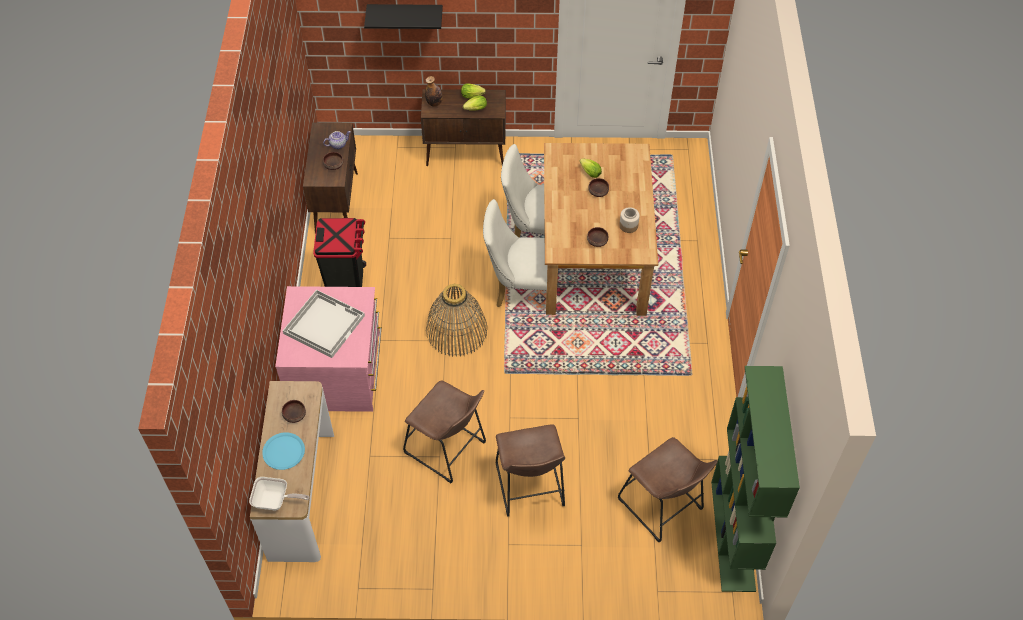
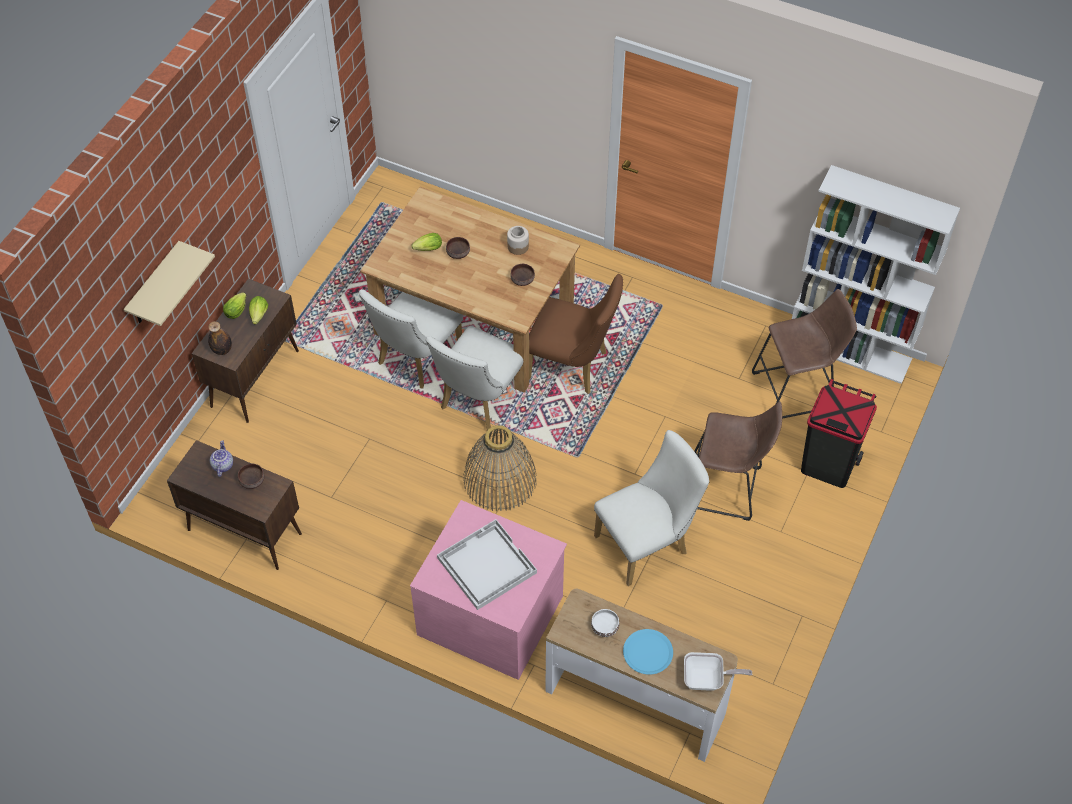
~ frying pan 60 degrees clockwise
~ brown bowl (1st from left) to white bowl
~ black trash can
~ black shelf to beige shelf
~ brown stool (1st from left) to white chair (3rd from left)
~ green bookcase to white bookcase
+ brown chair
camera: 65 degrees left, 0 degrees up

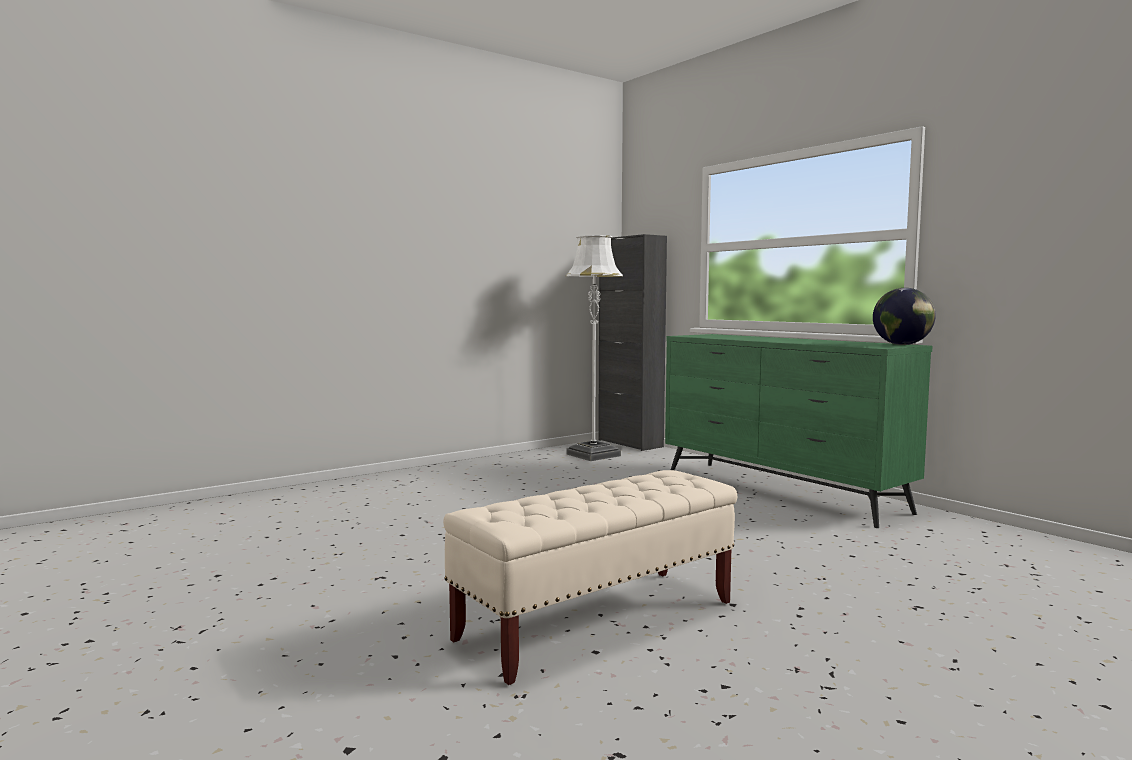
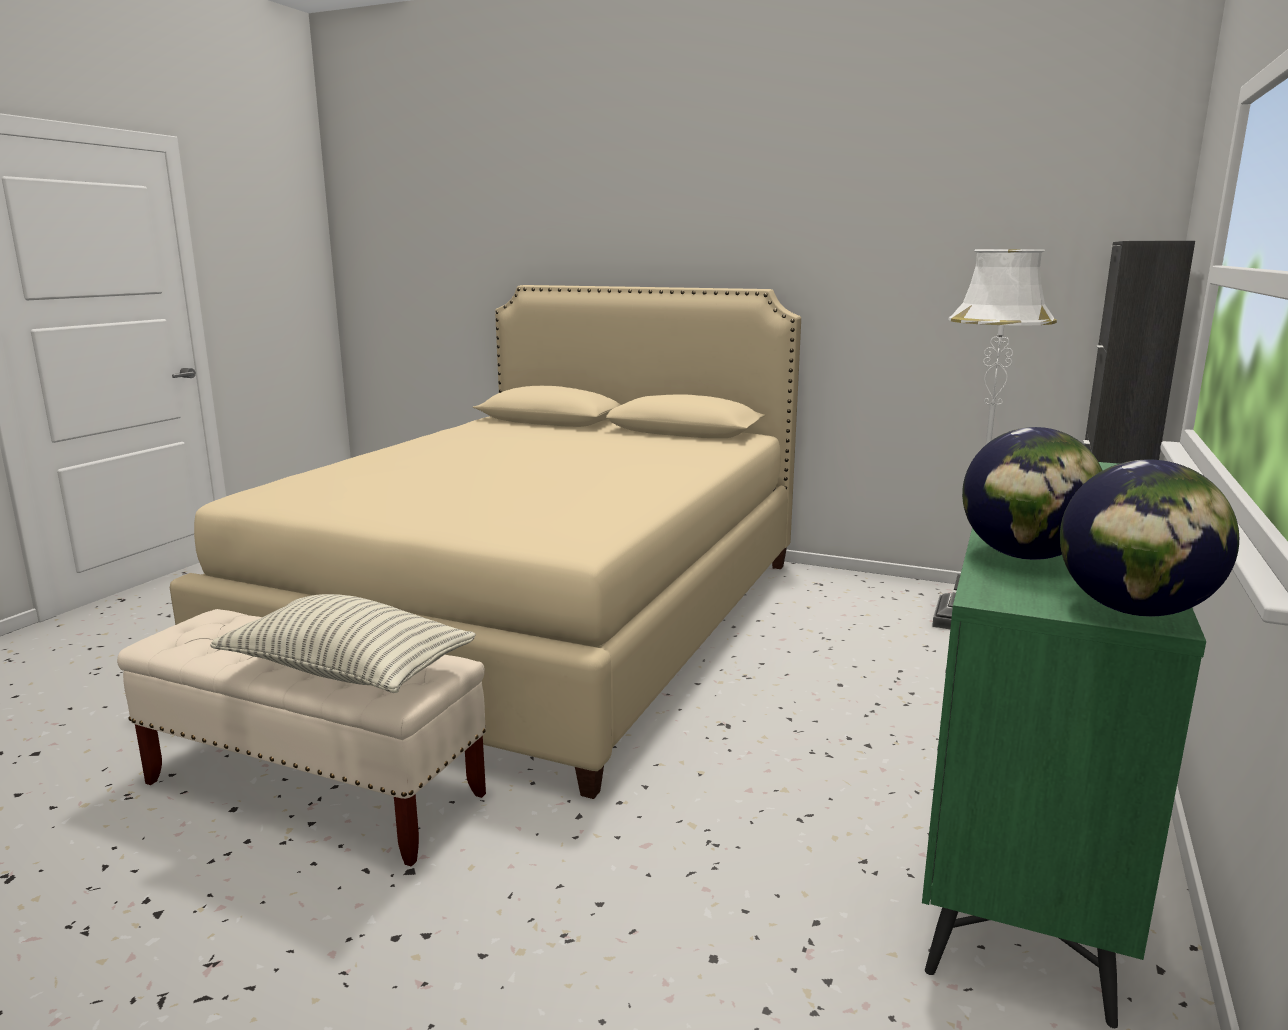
+ beige bed
+ pillow
+ globe (1st from left)
camera: 60 degrees right, 10 degrees up

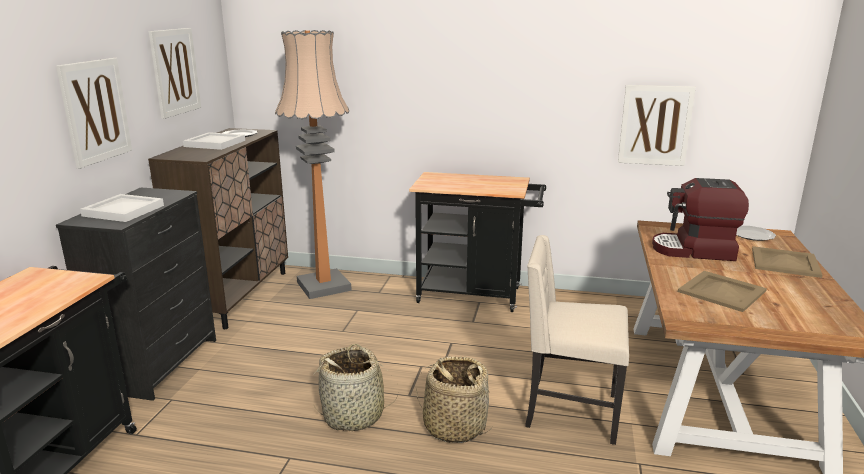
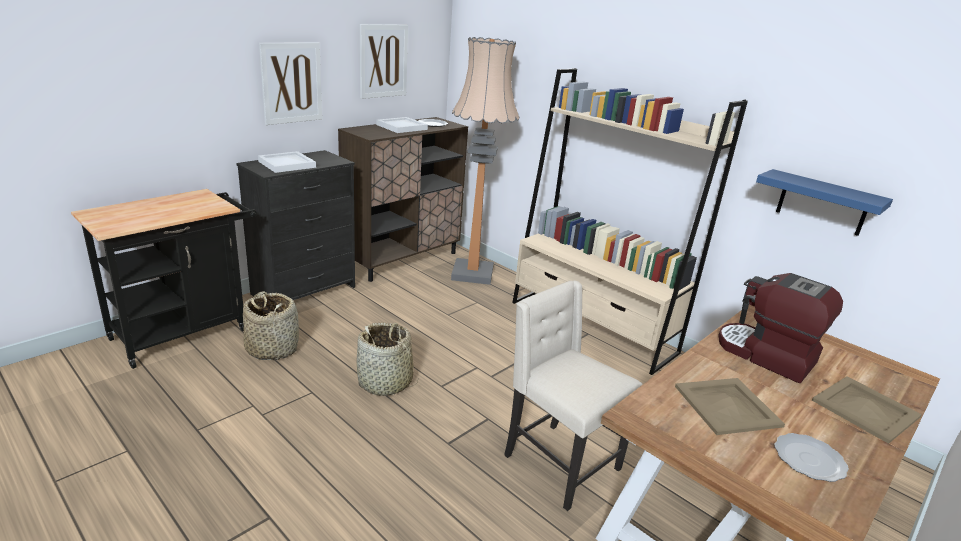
~ black cart (2nd from left) to beige bookcase
~ basket (2nd from left in the first image) to basket (1st from left)
~ picture (3rd from left) to blue shelf
~ plate (2nd from left)
camera: 30 degrees right, 5 degrees up

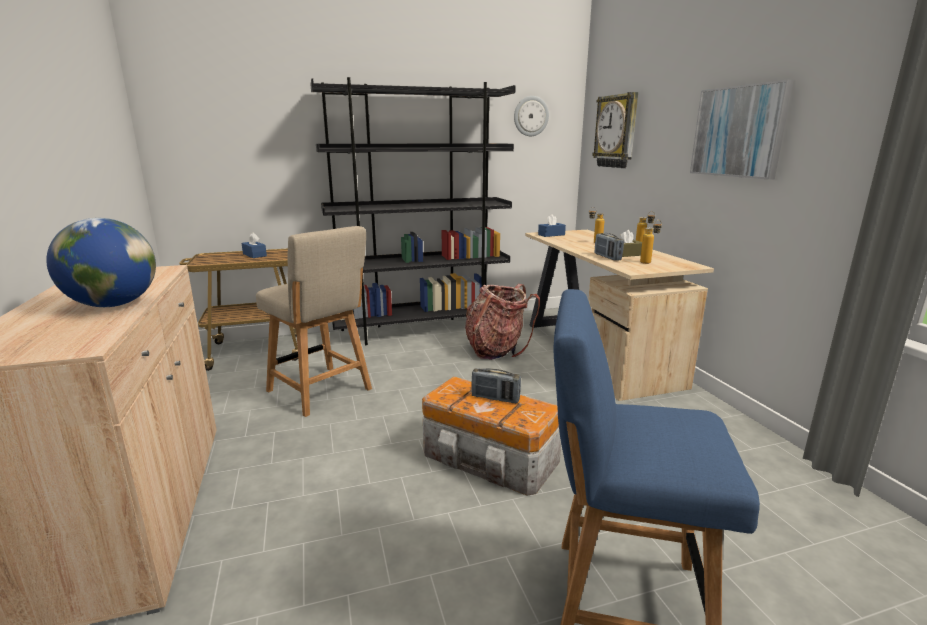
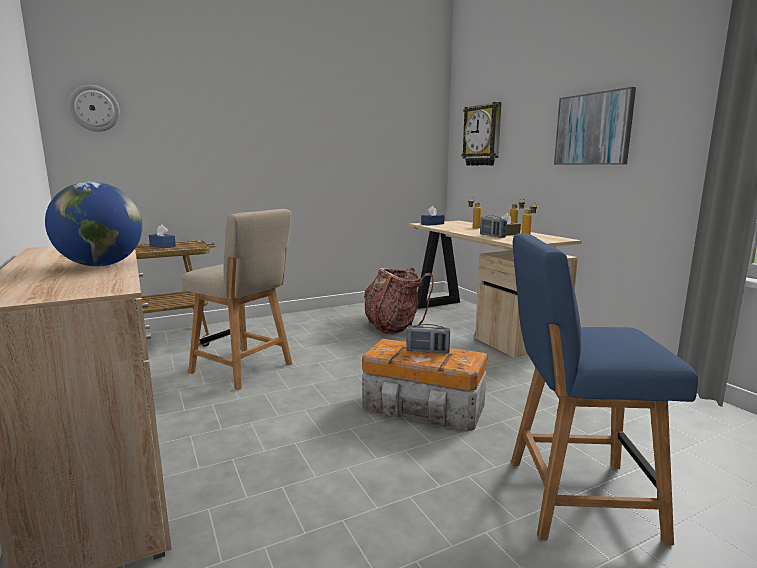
- black bookcase
~ wall clock (1st from left)
camera: 10 degrees left, 5 degrees down

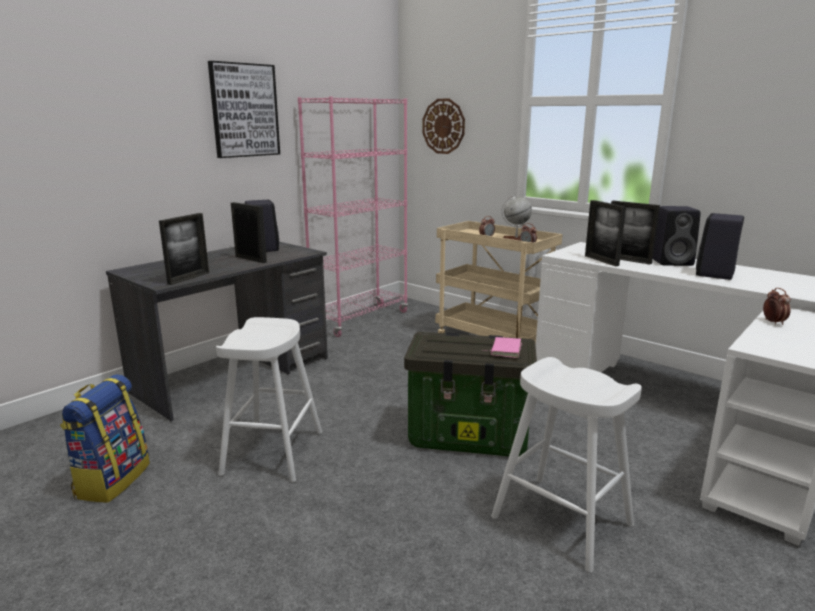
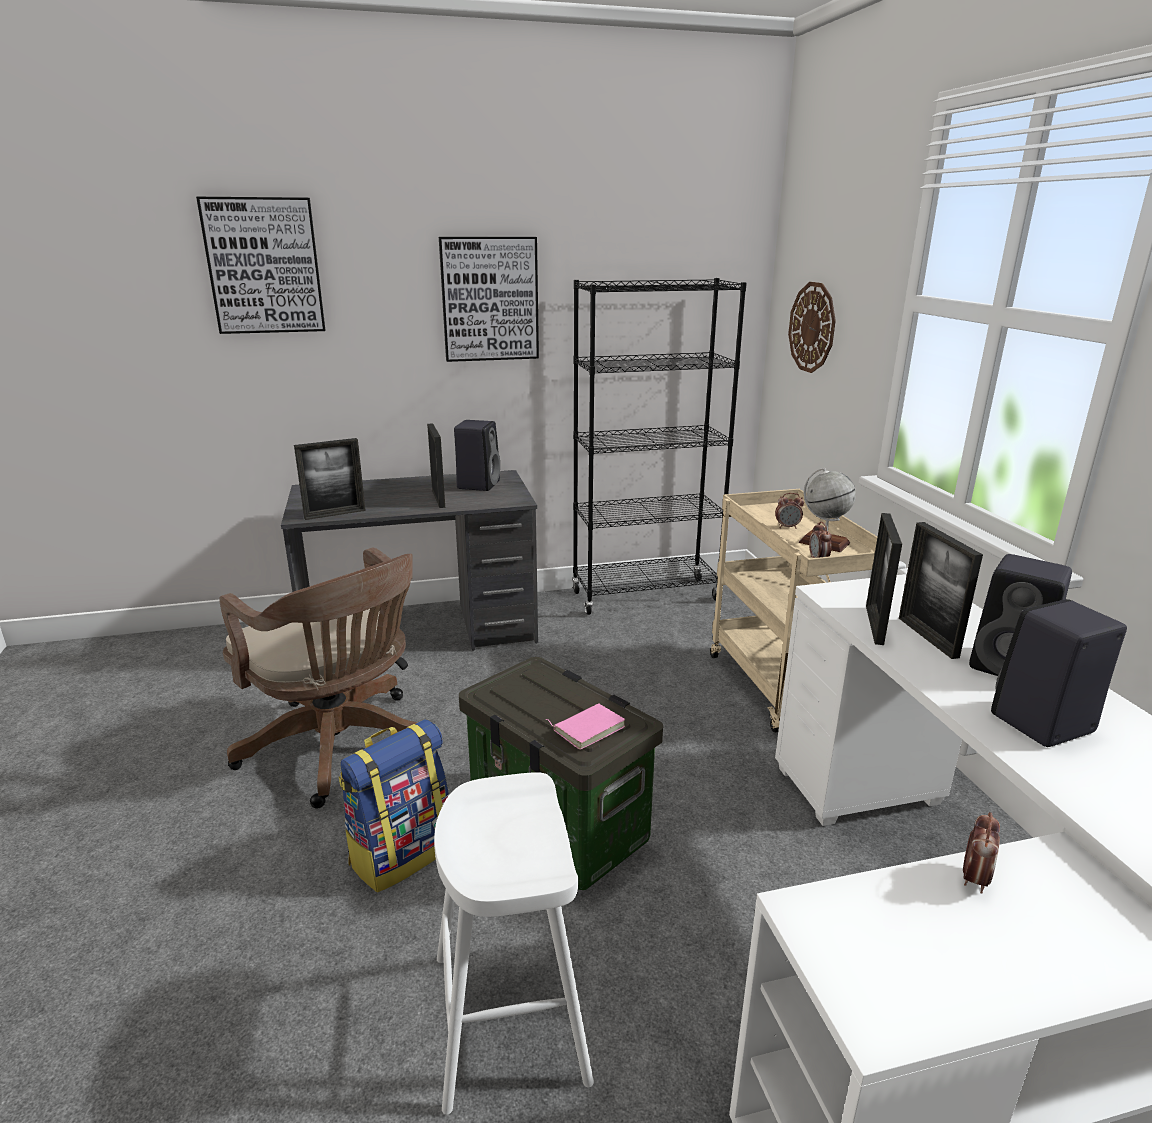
~ backpack
~ white stool (1st from left) to brown office chair
~ pink bookcase to black bookcase
+ picture (1st from left)
camera: 35 degrees right, 5 degrees up

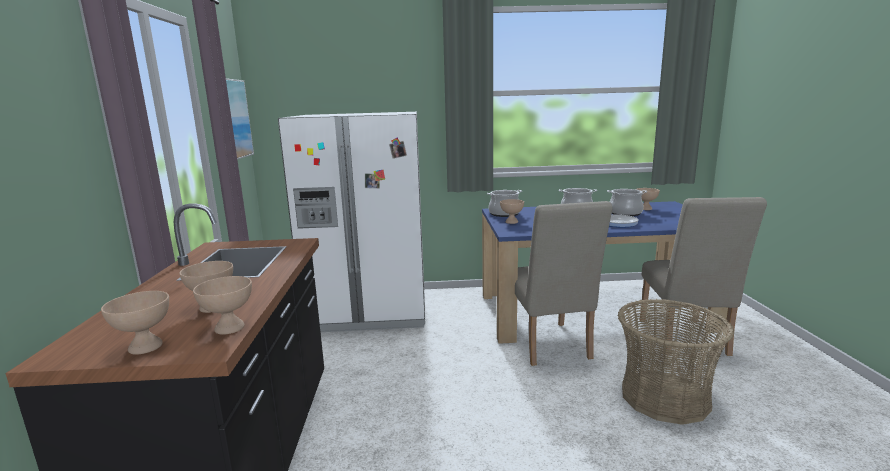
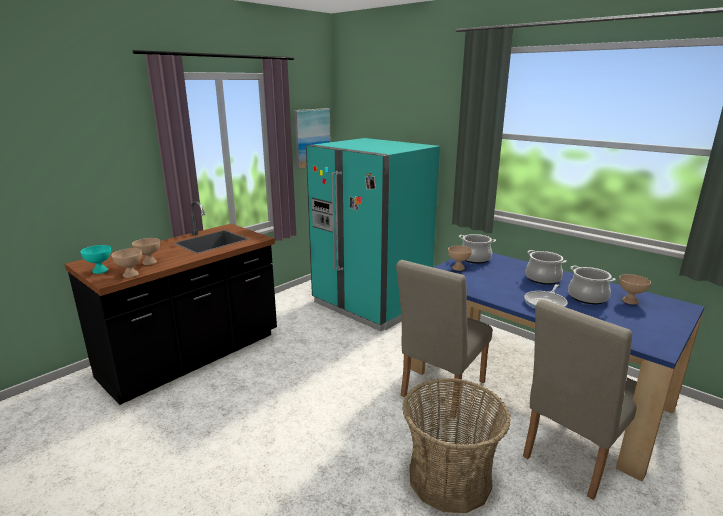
~ beige bowl (1st from left) to turquoise bowl
~ white fridge to turquoise fridge
camera: 45 degrees right, 5 degrees up

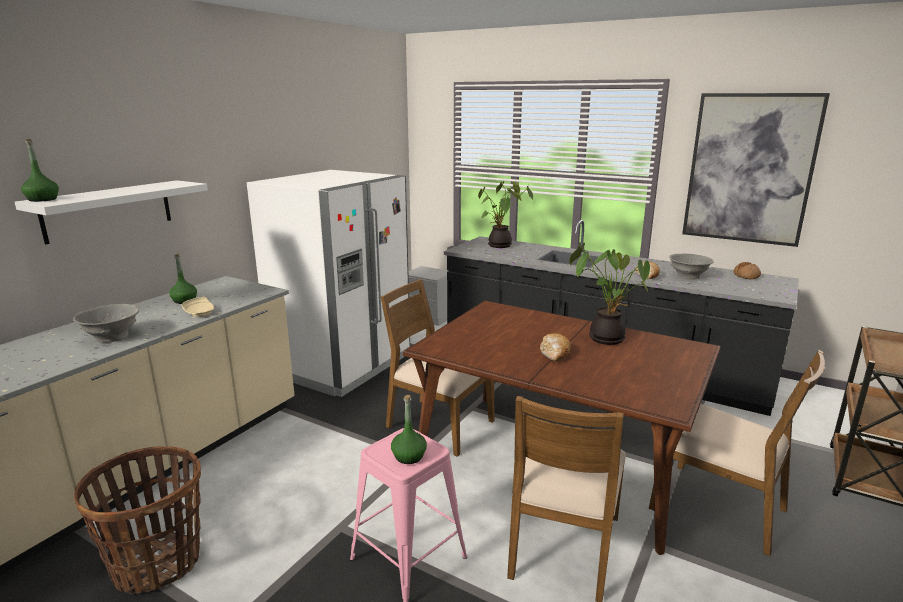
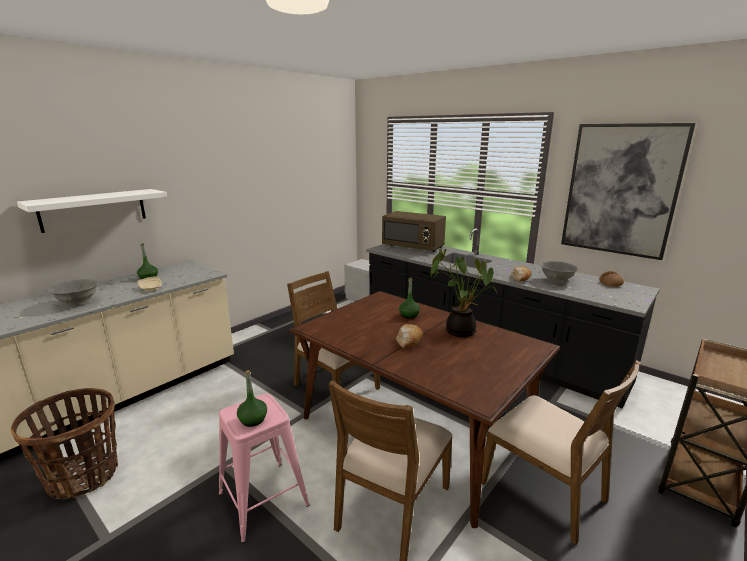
~ green bottle (1st from left in the first image) to green bottle (3rd from left)
- white fridge
~ potted plant (1st from left) to brown microwave
camera: 10 degrees right, 0 degrees up

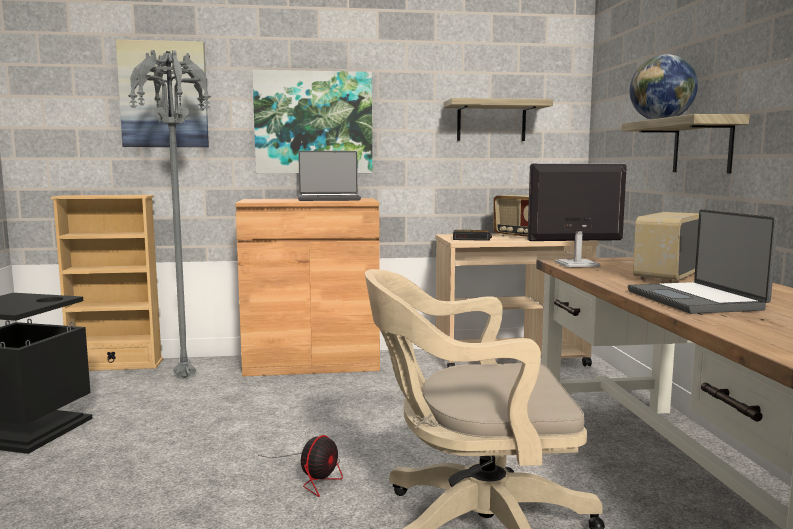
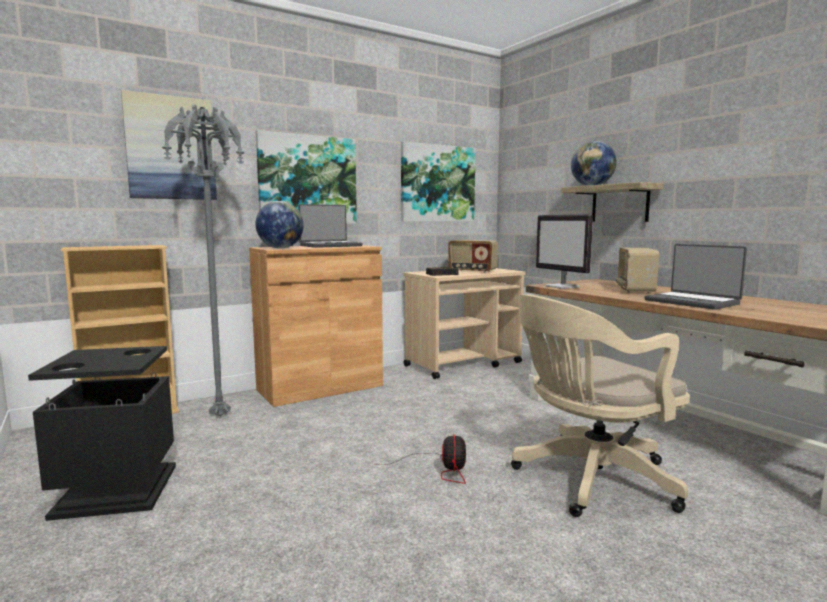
~ shelf (1st from left) to picture (3rd from left)
~ monitor 90 degrees counterclockwise
+ globe (1st from left)
camera: 25 degrees left, 0 degrees up

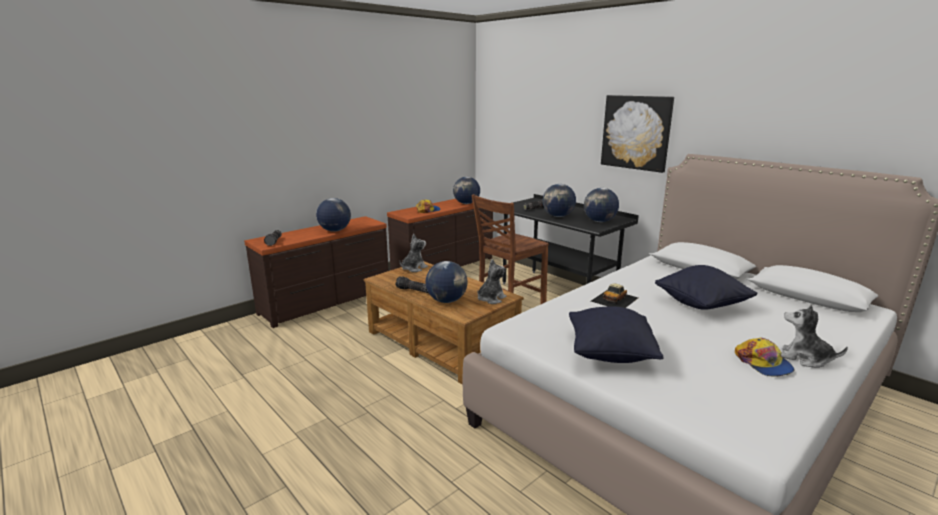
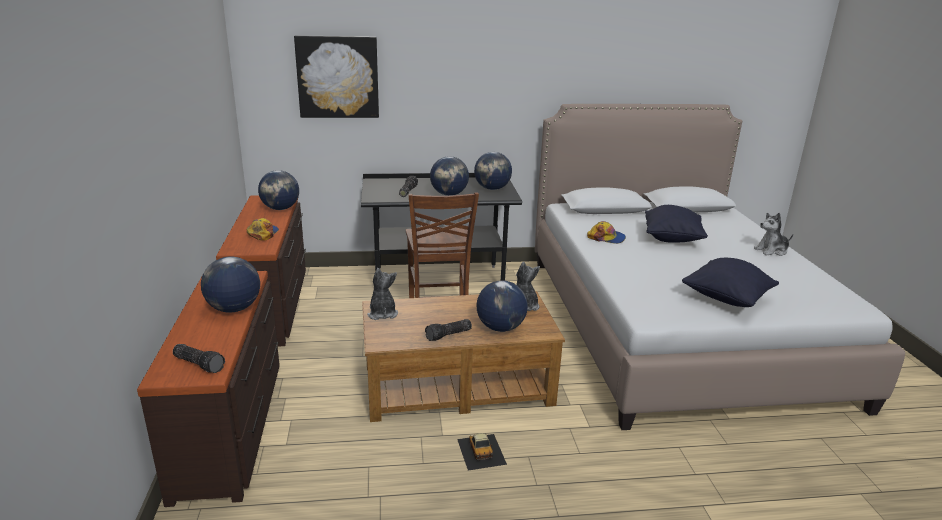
~ toy car
~ picture
~ cap (2nd from left)
camera: 55 degrees left, 5 degrees up

